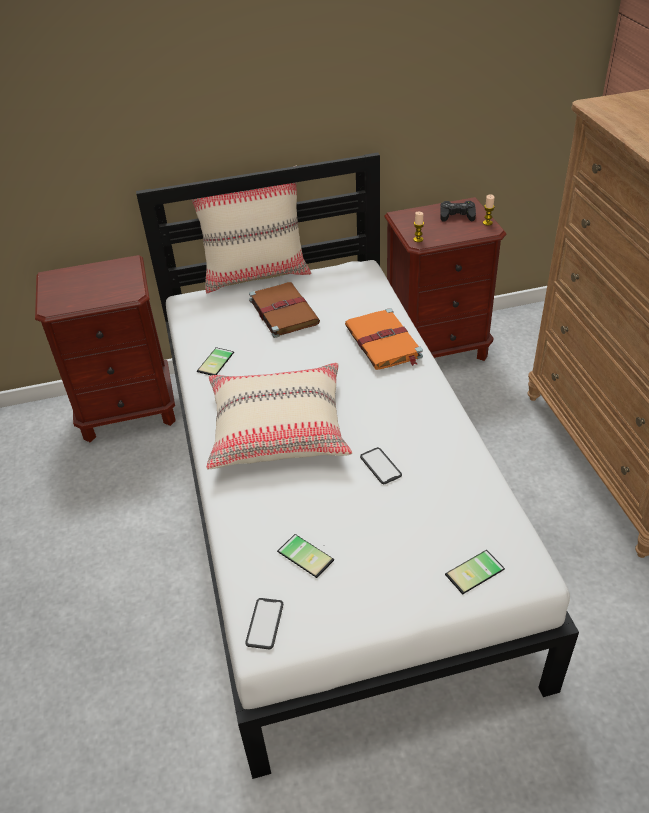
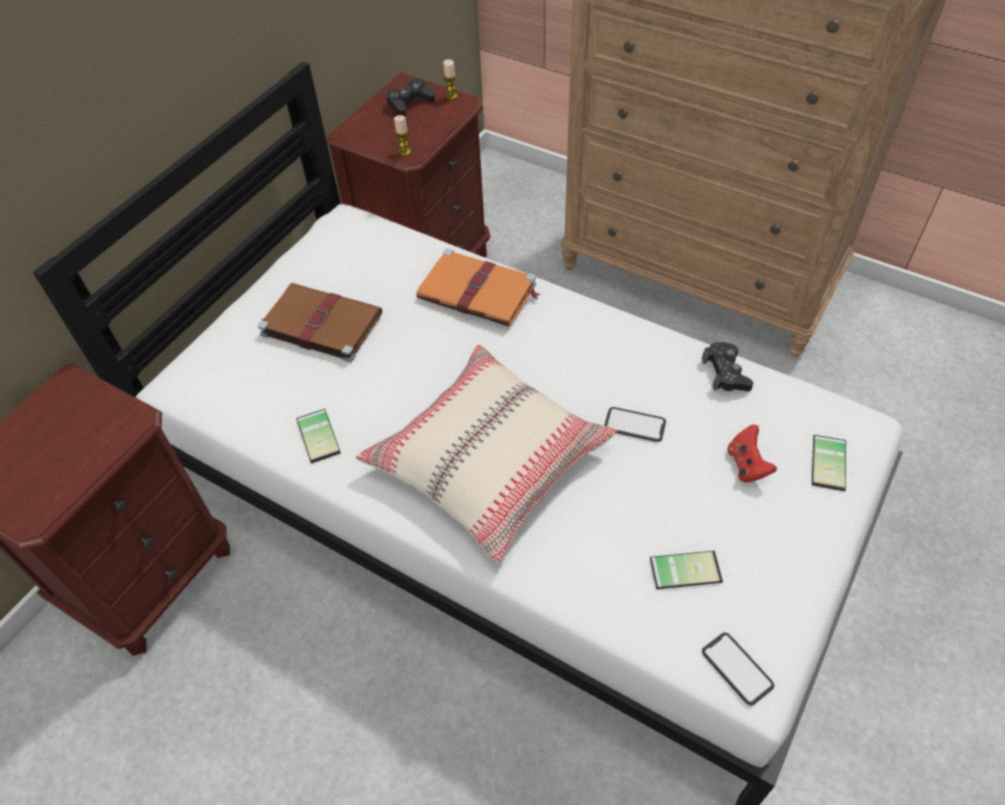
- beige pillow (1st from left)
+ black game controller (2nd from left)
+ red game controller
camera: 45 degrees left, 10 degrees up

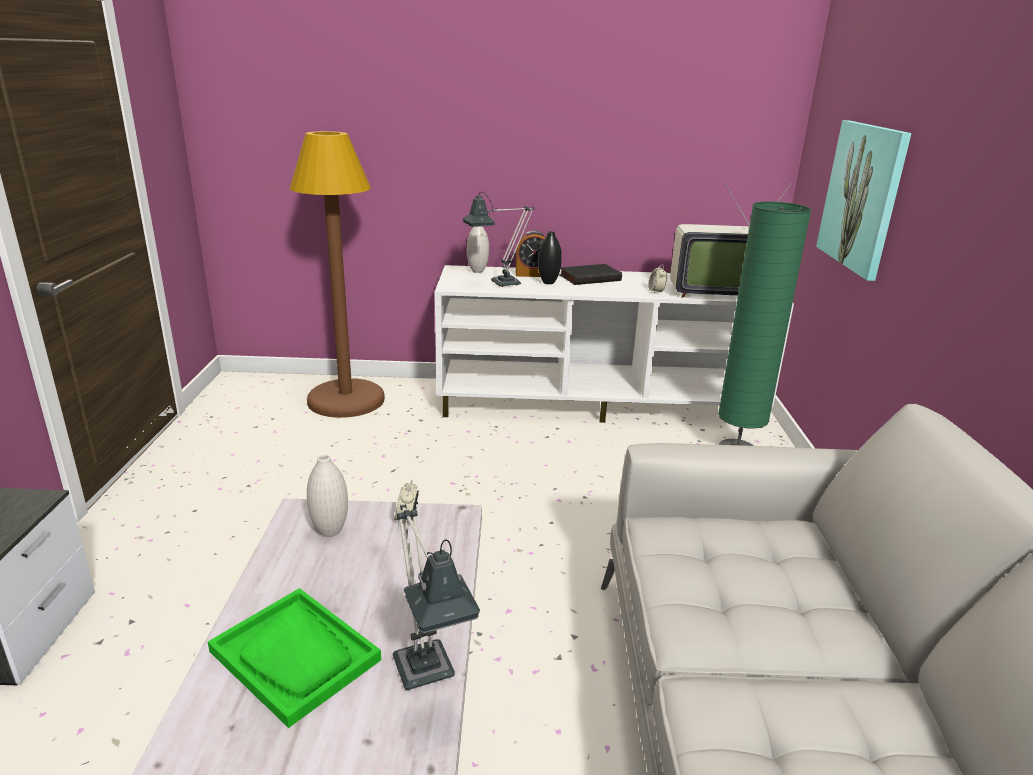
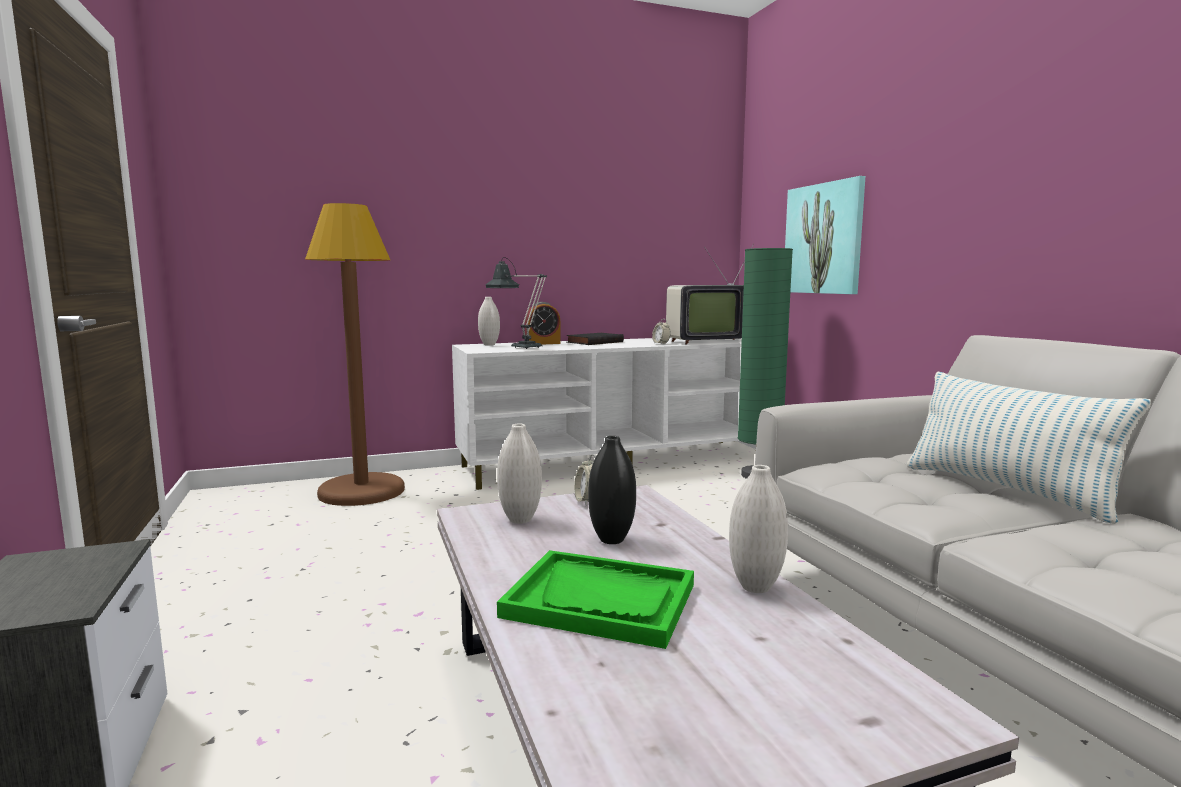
~ table lamp (1st from left) to white vase (3rd from left)
~ black vase
+ pillow
camera: 20 degrees left, 15 degrees down

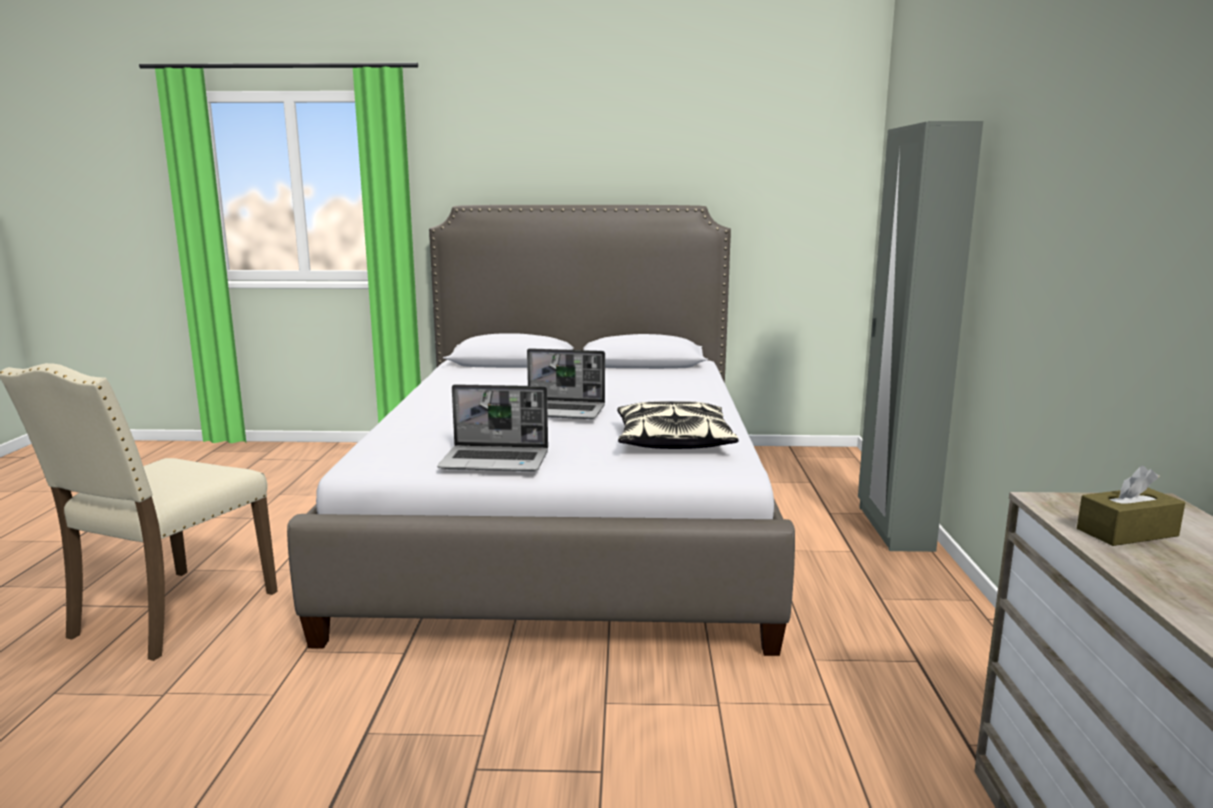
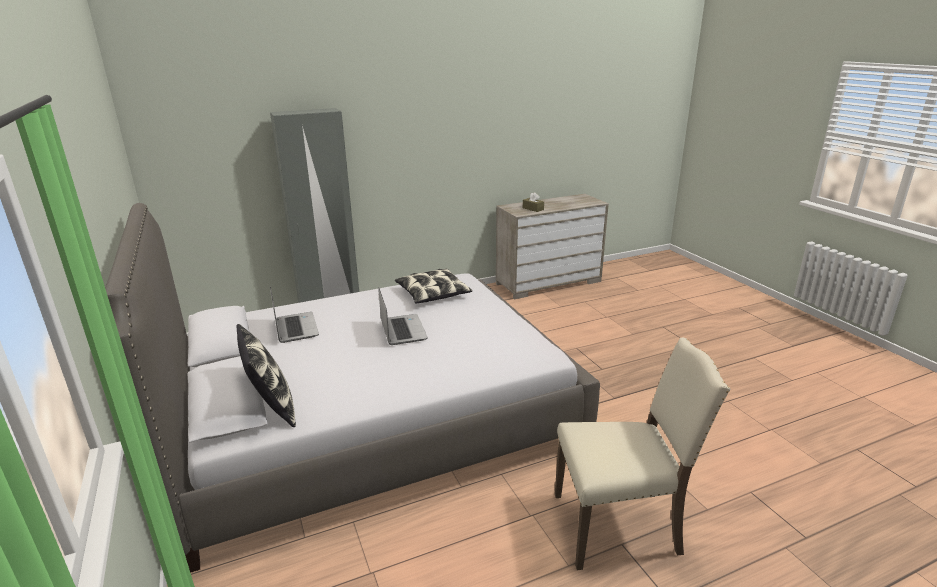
~ laptop (1st from left)
+ pillow (1st from left)
camera: 115 degrees left, 10 degrees up

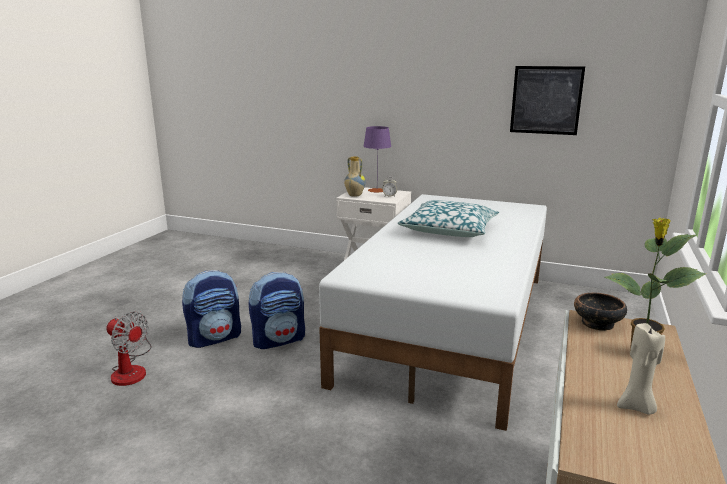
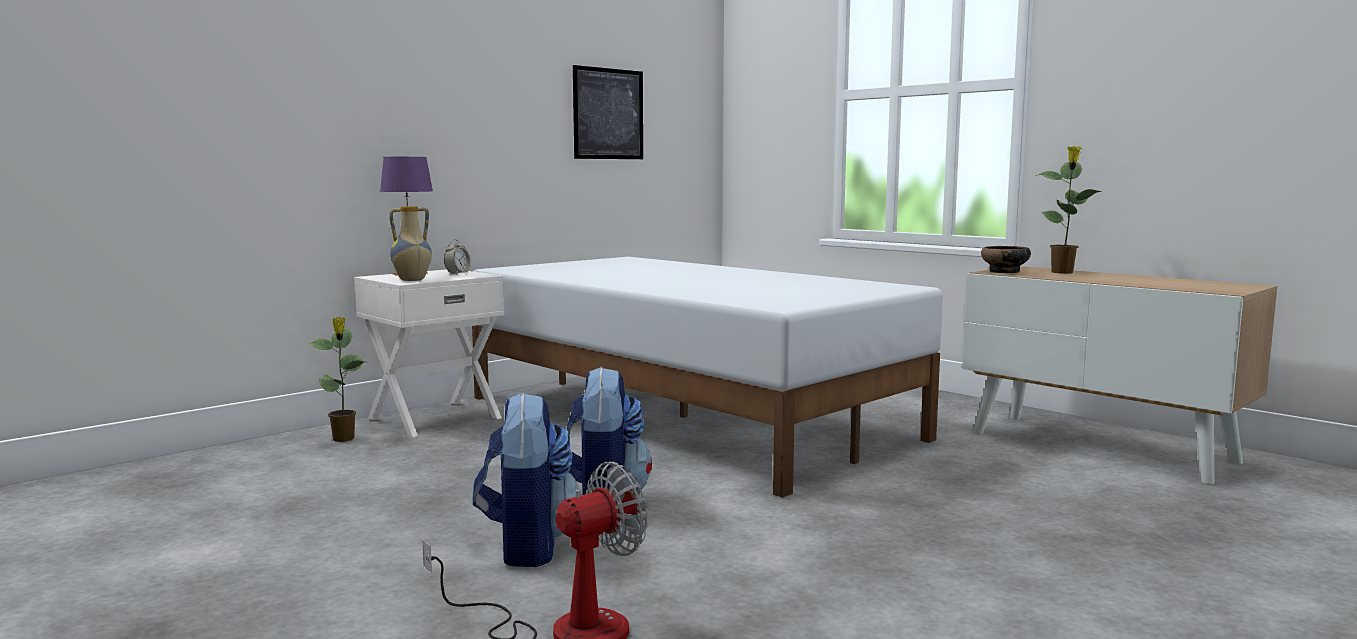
- pillow
- beige candle
+ potted plant (1st from left)
camera: 65 degrees left, 10 degrees down

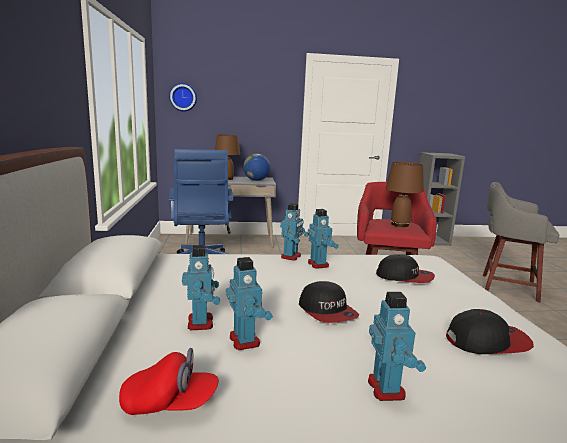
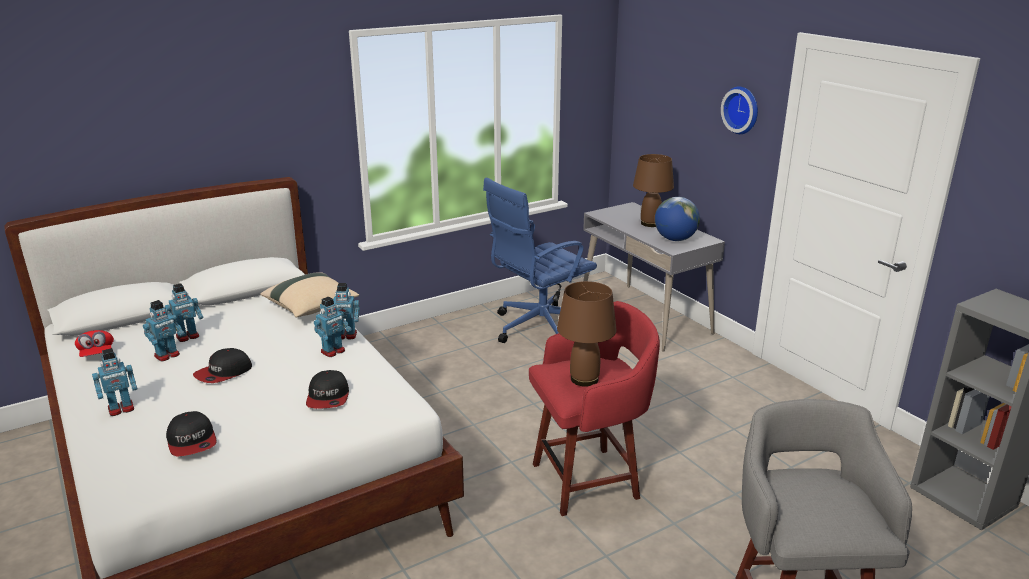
~ wall clock
+ beige pillow
camera: 65 degrees right, 10 degrees up

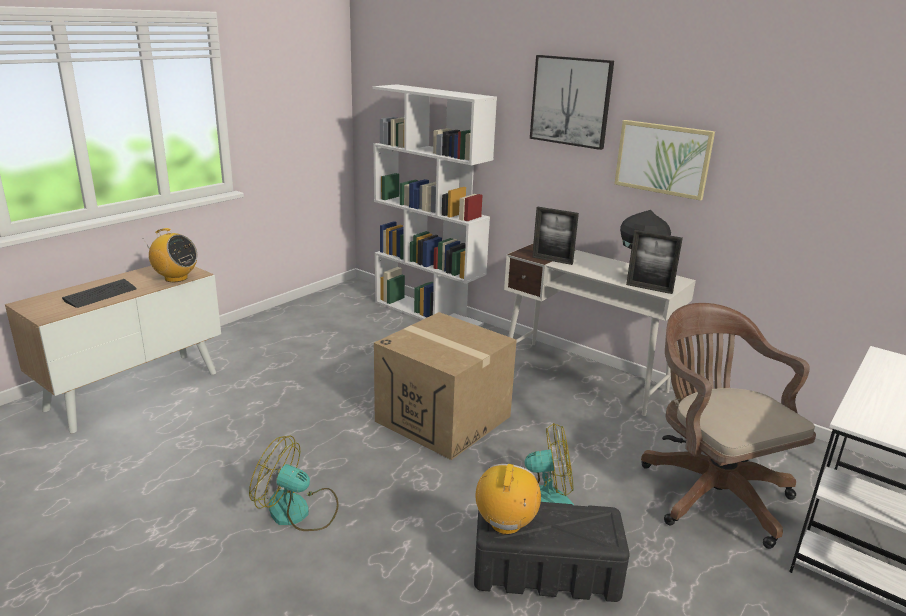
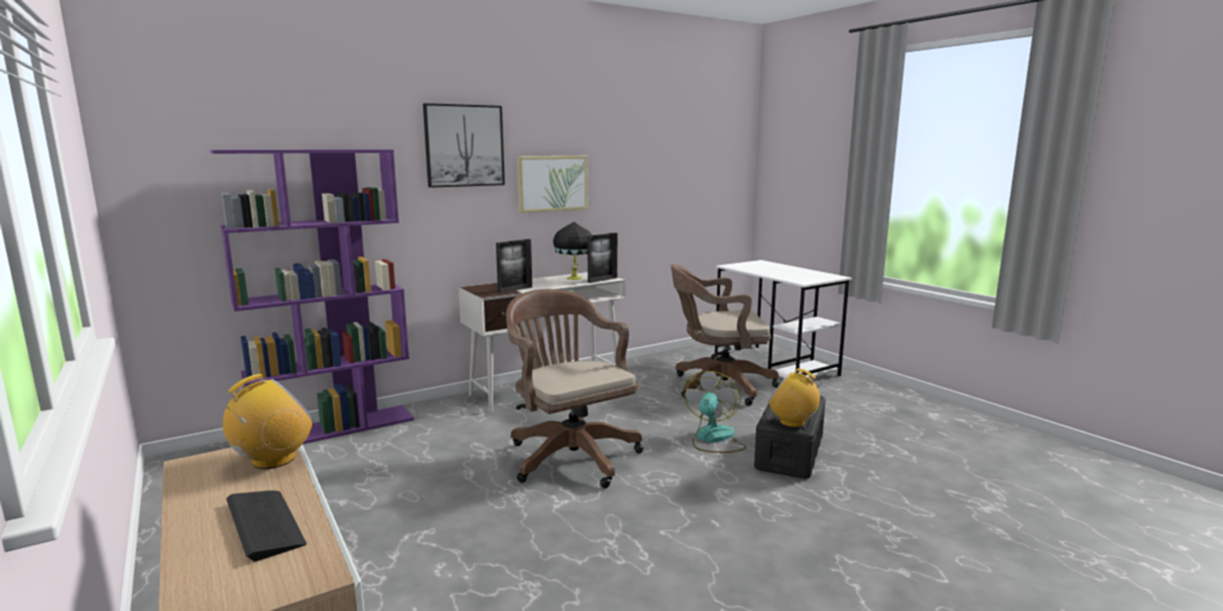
- fan (1st from left)
~ white bookcase to purple bookcase
~ cardboard box to brown office chair (1st from left)
camera: 70 degrees left, 10 degrees down

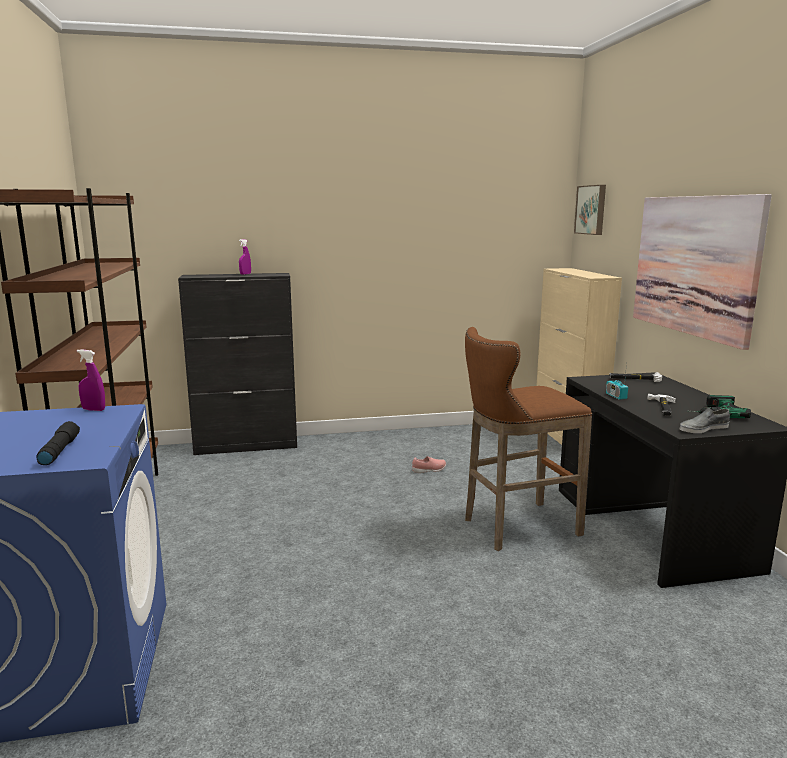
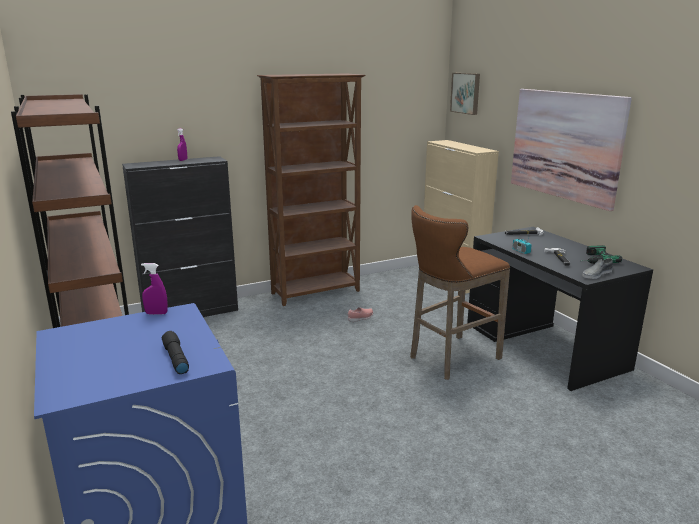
+ brown bookcase (2nd from left)
camera: 15 degrees left, 5 degrees up

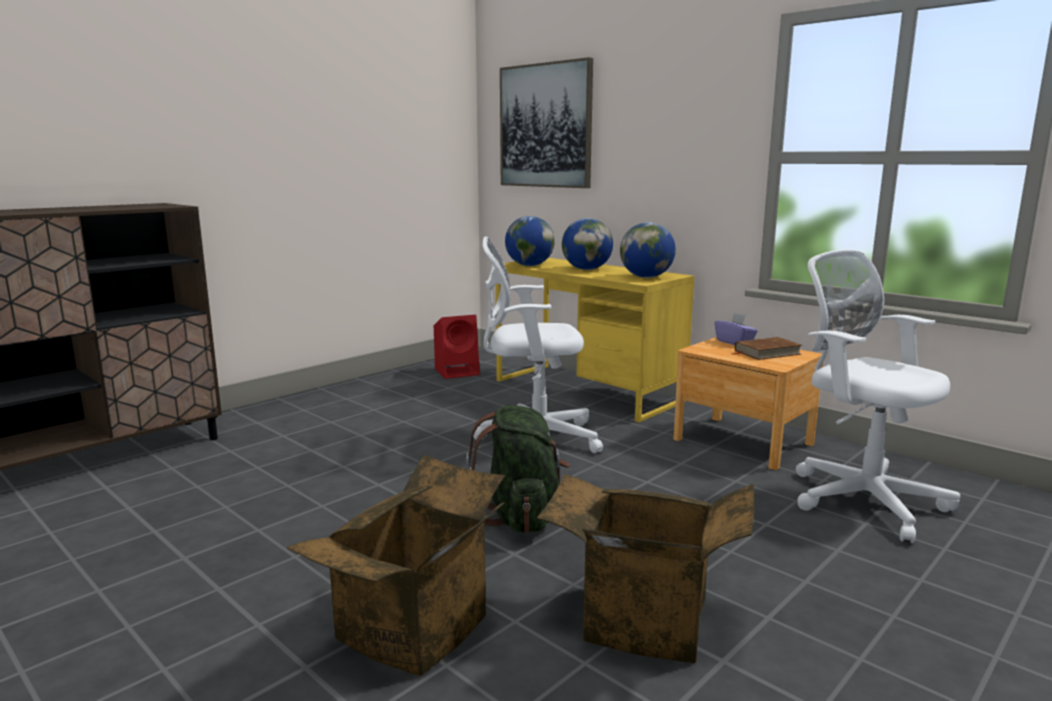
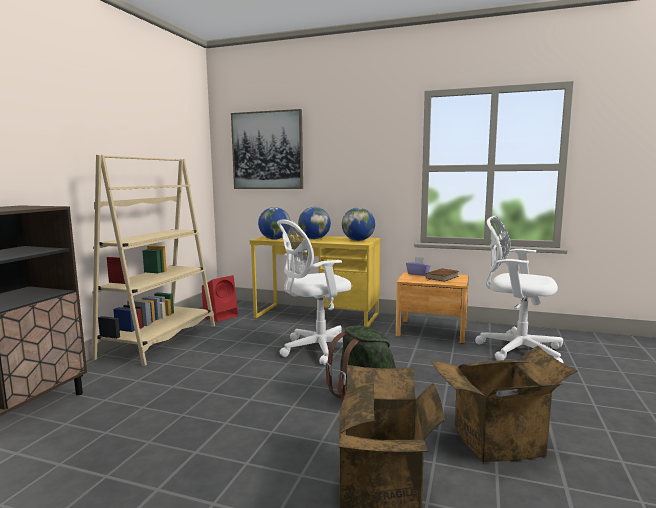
+ beige bookcase
camera: 25 degrees left, 5 degrees down

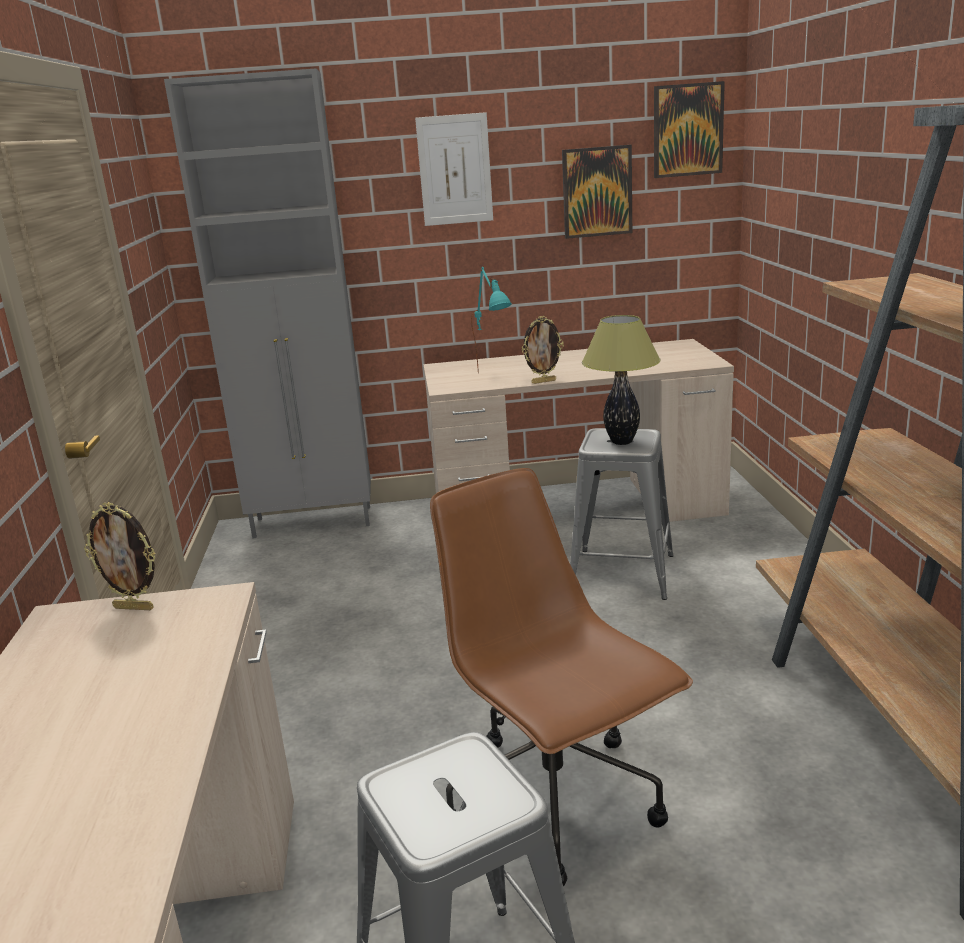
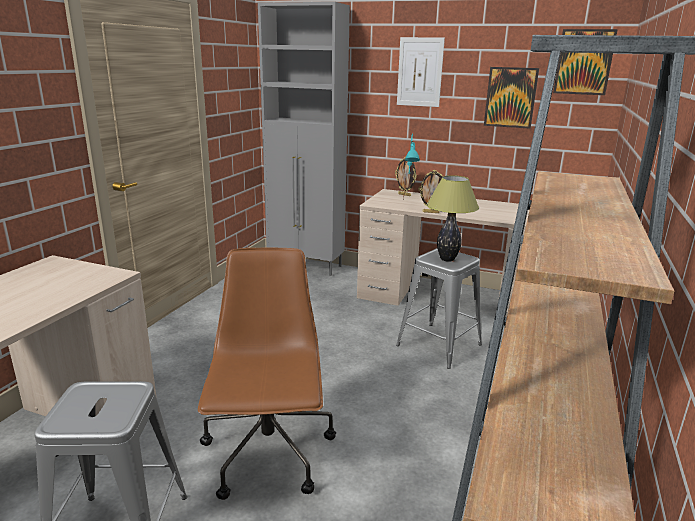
~ picture frame (1st from left)
camera: 25 degrees right, 0 degrees up

